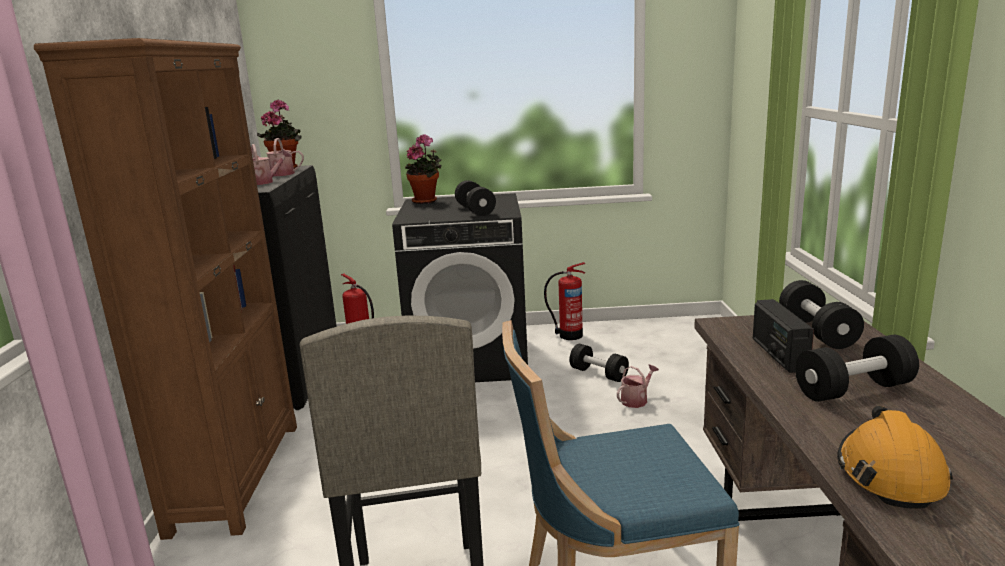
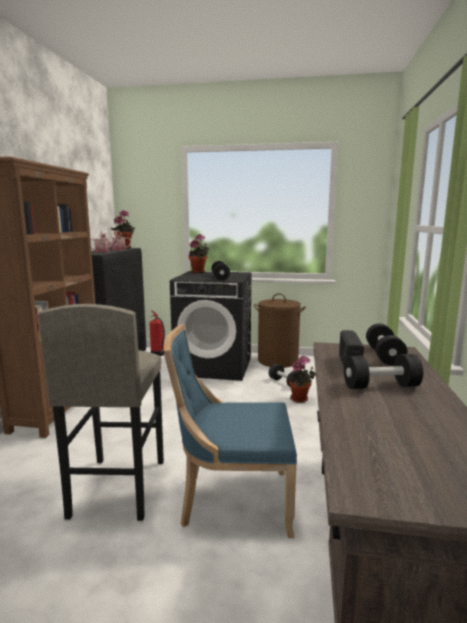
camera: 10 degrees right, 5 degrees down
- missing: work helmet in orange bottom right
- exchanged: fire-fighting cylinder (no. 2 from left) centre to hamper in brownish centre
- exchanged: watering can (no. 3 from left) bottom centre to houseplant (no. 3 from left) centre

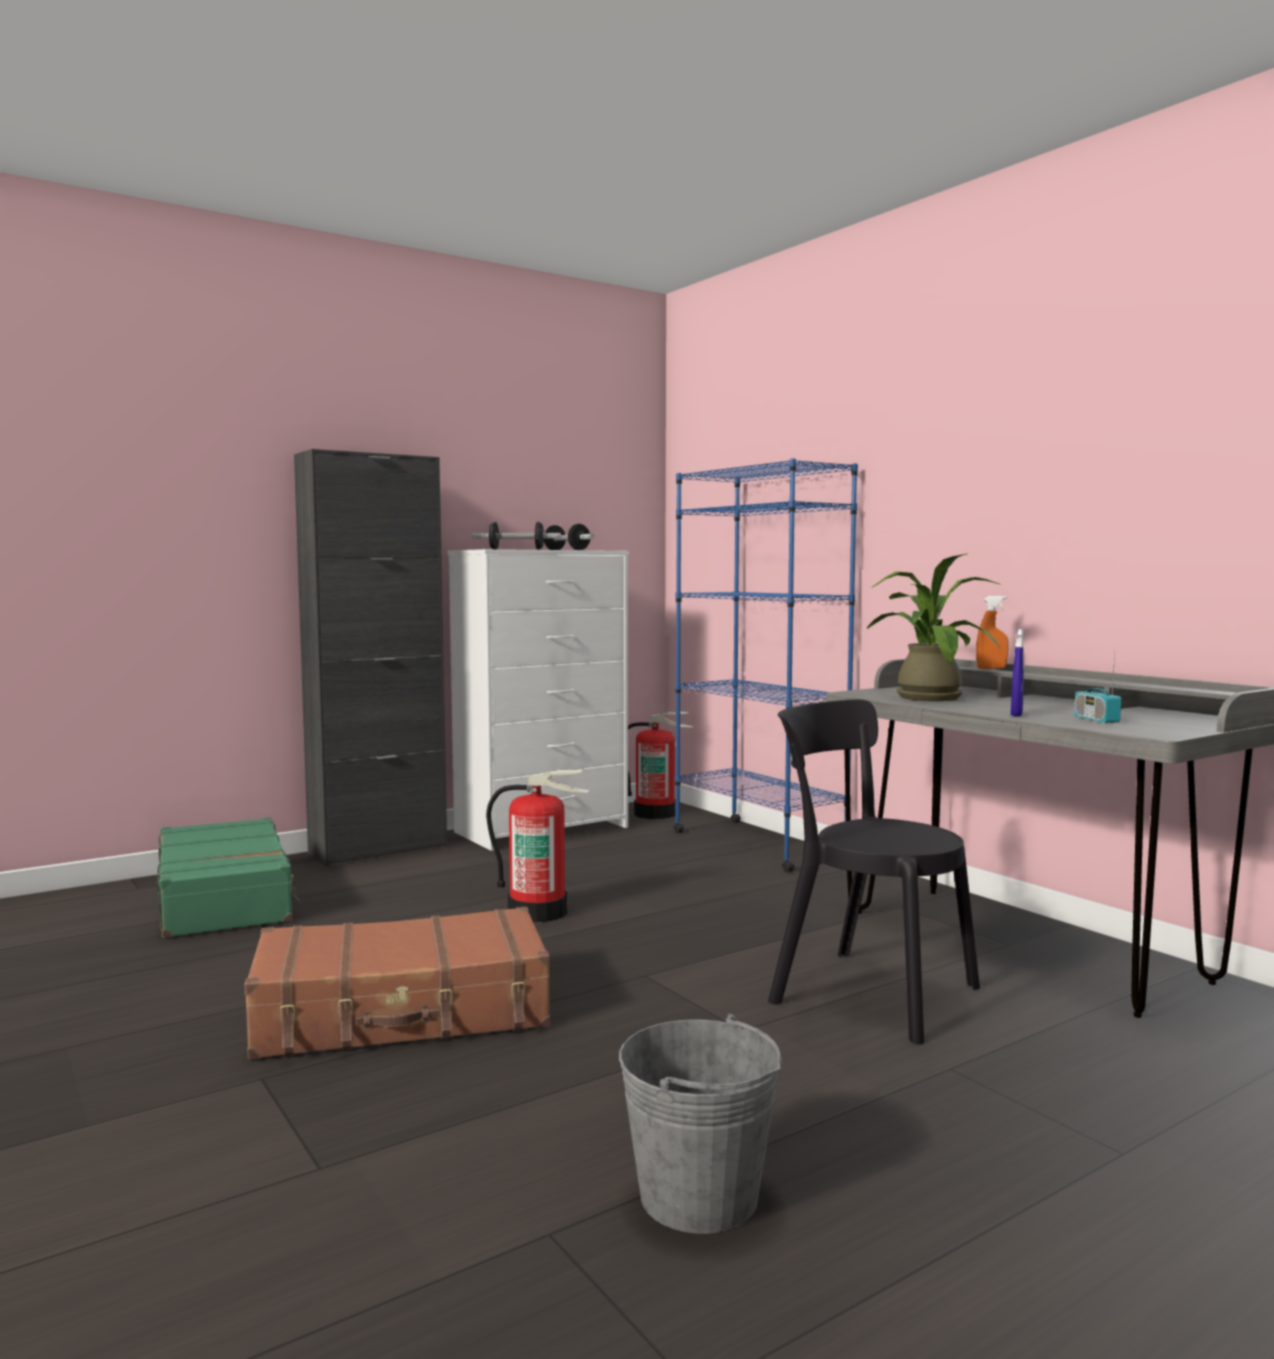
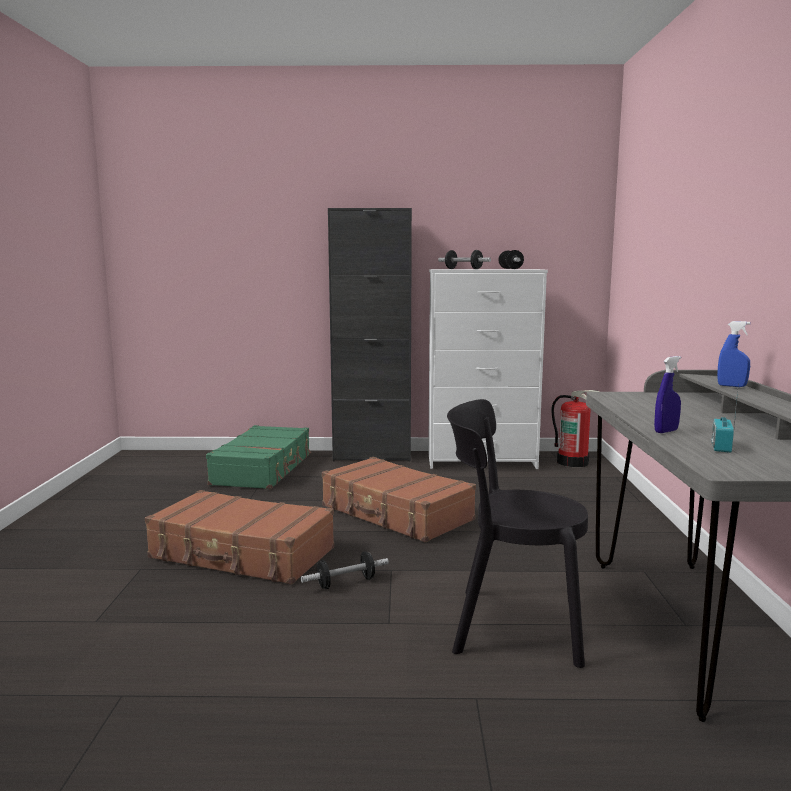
camera: 35 degrees right, 5 degrees up
- missing: water bucket in greyish bottom centre
- missing: shelving unit in blue centre
- missing: houseplant middle right
- appeared: dumbbell (no. 1 from left) bottom centre
- exchanged: fire-fighting cylinder (no. 1 from left) centre to travel case in brownish (no. 2 from left) centre
- colour: sprayer in orange middle right to sprayer in blue (no. 2 from left) middle right
- spun: chair in black-coloured middle right = bottom centre 60 degrees counterclockwise

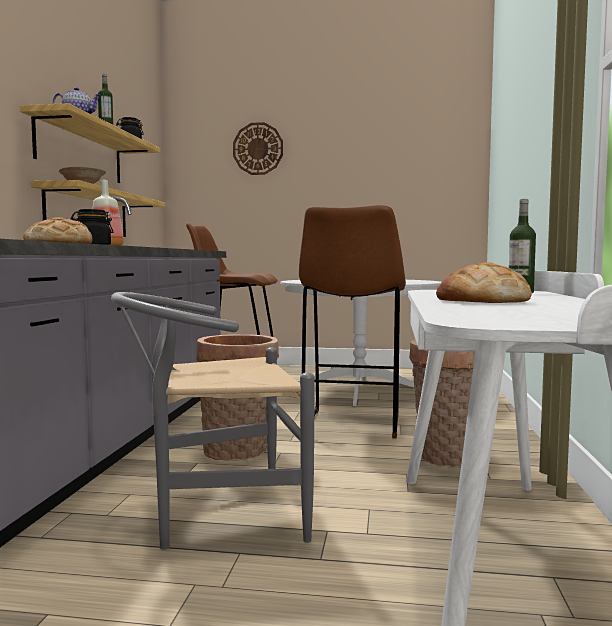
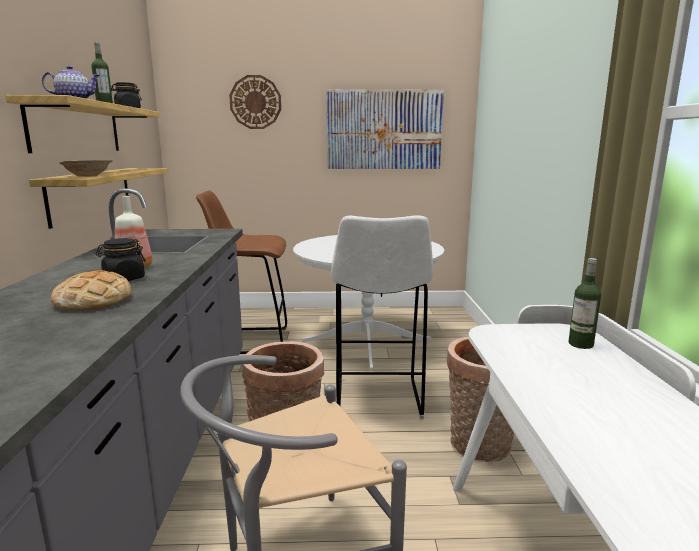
camera: 10 degrees left, 10 degrees up
- missing: bakery bread (no. 2 from left) middle right
- appeared: wall art top centre
- colour: sitting stool in brownish (no. 2 from left) centre to sitting stool in white-coloured centre

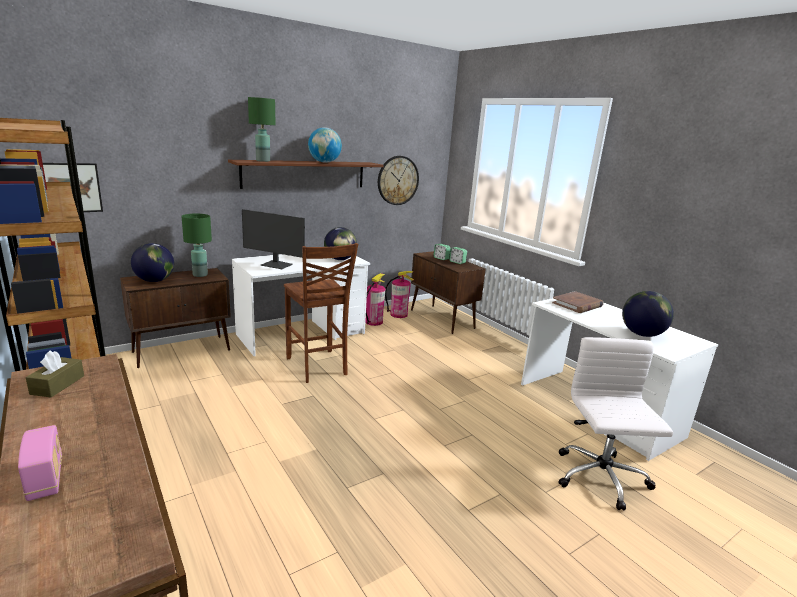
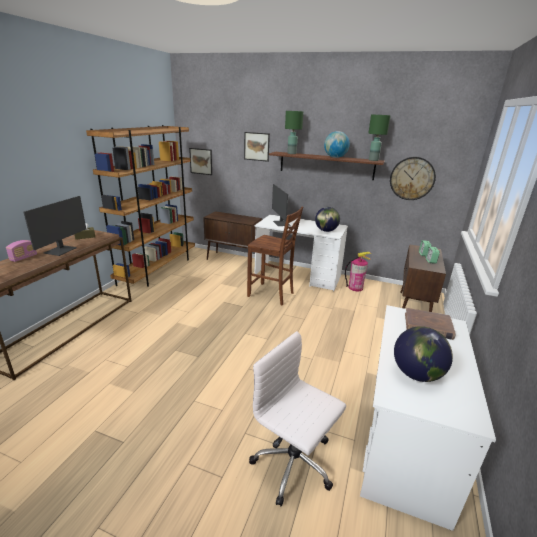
camera: 55 degrees right, 5 degrees up
- missing: globe (no. 1 from left) middle left
- missing: fire-fighting cylinder (no. 2 from left) centre
- appeared: monitor (no. 1 from left) middle left
- appeared: wall art (no. 2 from left) top centre
- relocated: lamp for a table in greenish (no. 1 from left in the first image) middle left to lamp for a table in greenish (no. 2 from left) top right
- spun: chair in brownish centre = centre 90 degrees counterclockwise
- spun: desk chair in white-coloured bottom right = bottom centre 105 degrees counterclockwise

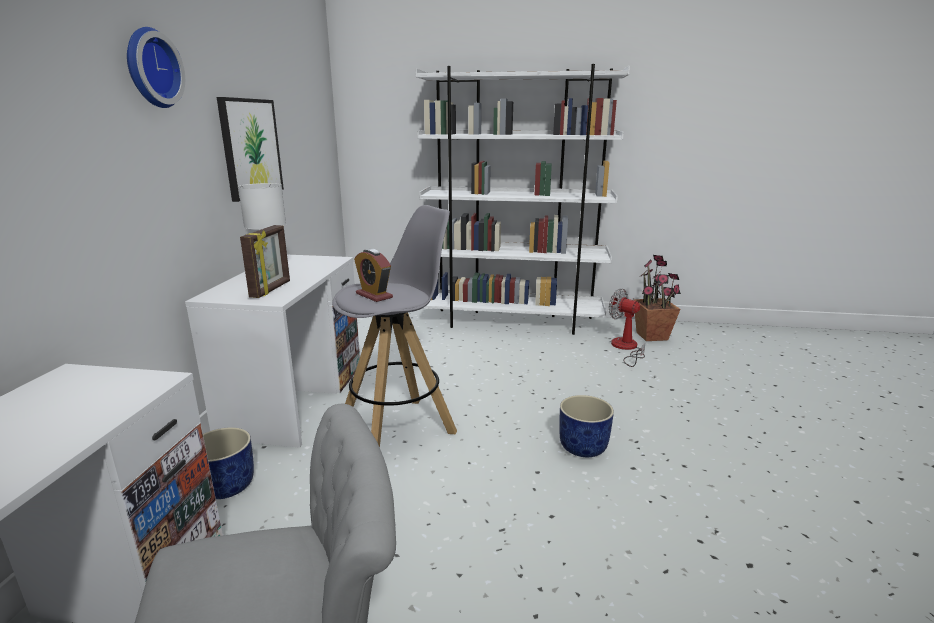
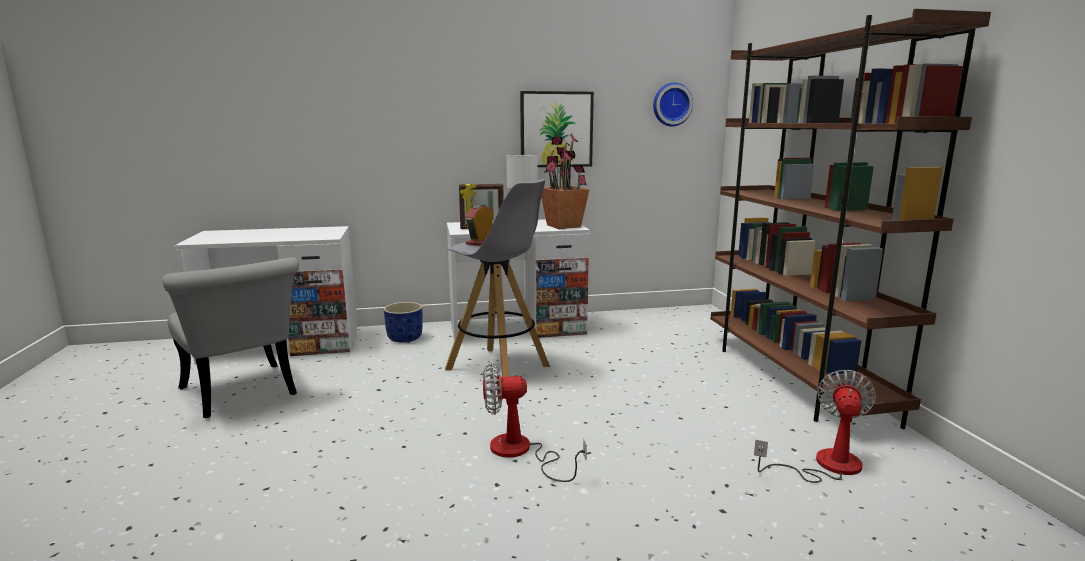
camera: 70 degrees right, 5 degrees down
- relocated: wall clock top left to top centre
- relocated: houseplant middle right to top centre
- exchanged: plant pot in blue (no. 2 from left) bottom centre to cooling fan (no. 1 from left) bottom centre
- colour: shelving unit in white-coloured top centre to shelving unit in brownish middle right

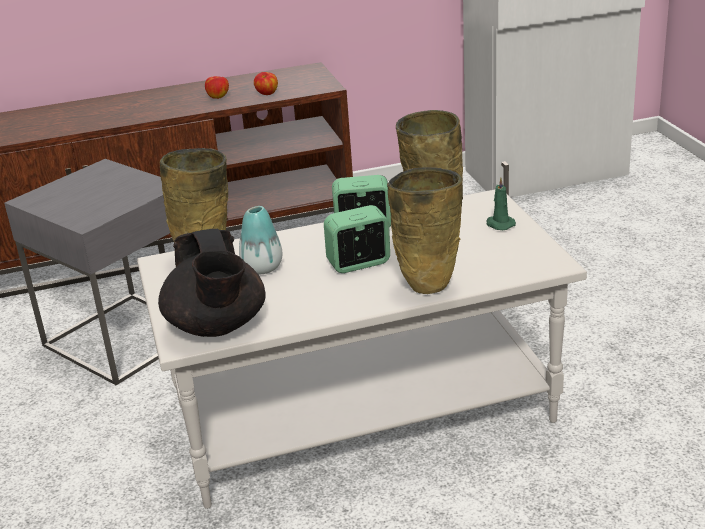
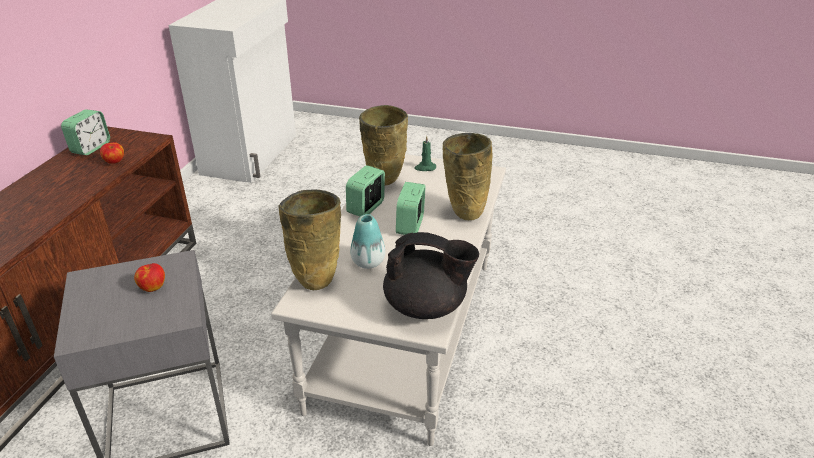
camera: 60 degrees left, 5 degrees up
- appeared: bedside clock (no. 1 from left) top left
- relocated: apple fruit (no. 1 from left in the first image) top left to apple fruit (no. 2 from left) middle left

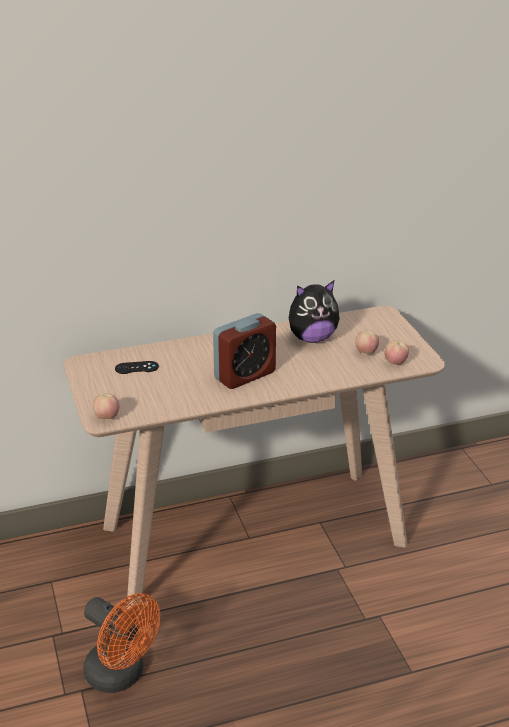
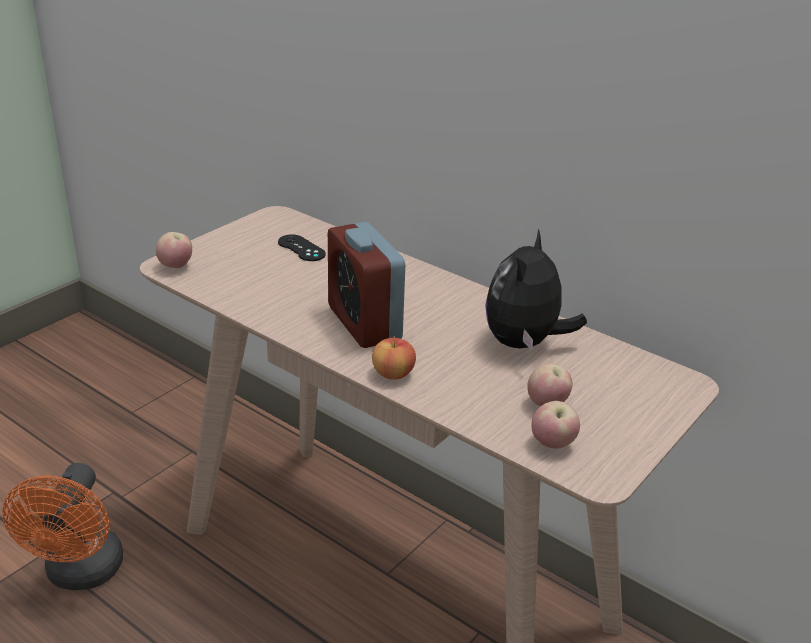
camera: 55 degrees right, 0 degrees up
- appeared: apple fruit (no. 2 from left) centre
- spun: bedside clock centre = centre 45 degrees clockwise
- spun: plush toy centre = centre 75 degrees clockwise

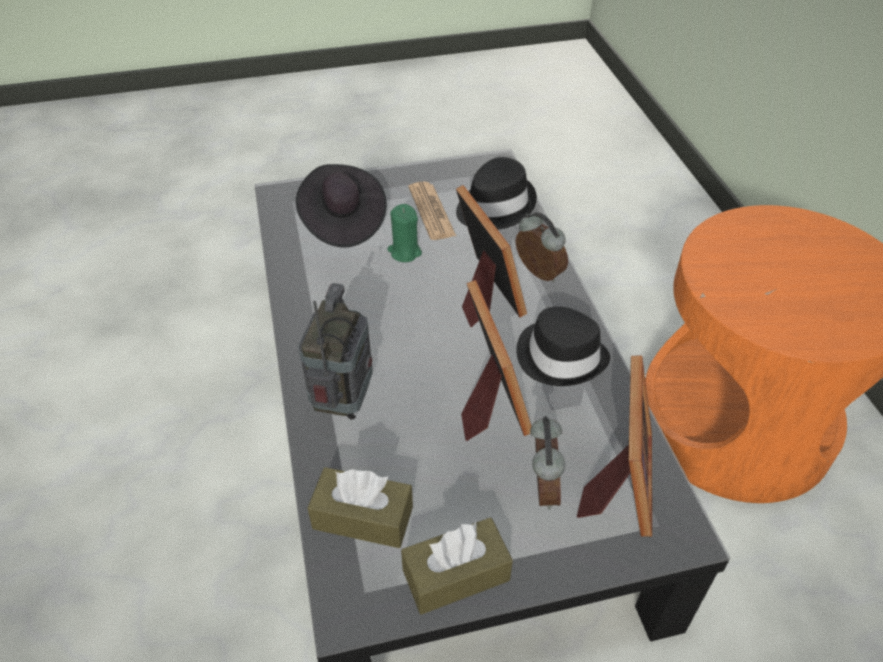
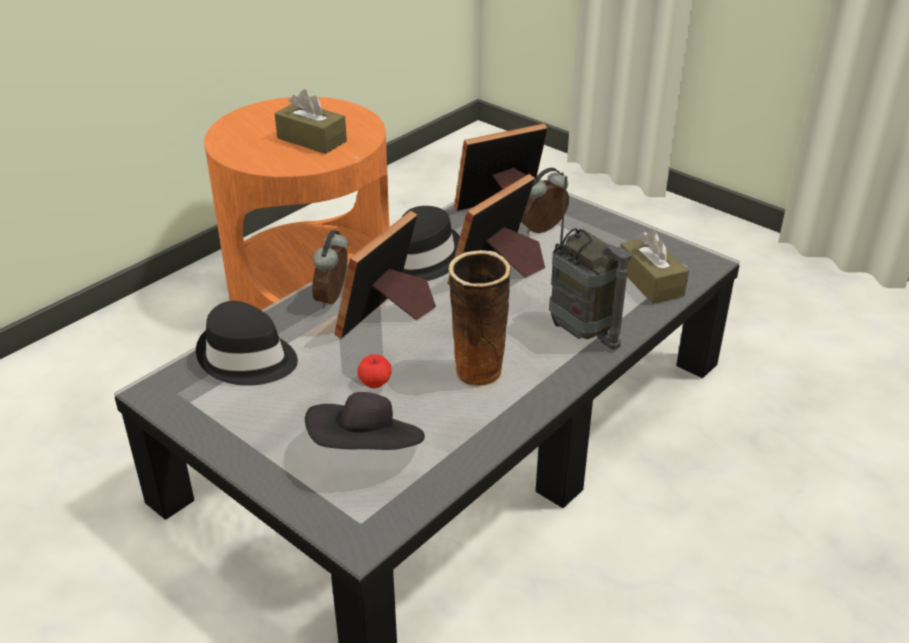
camera: 125 degrees left, 10 degrees down
- missing: daily paper top centre
- appeared: decorative vase centre
- relocated: tissue holder in brownish (no. 2 from left in the first image) bottom centre to tissue holder in brownish (no. 1 from left) top centre
- exchanged: candle in greenish centre to apple fruit centre
- spun: radio set centre = centre 105 degrees counterclockwise

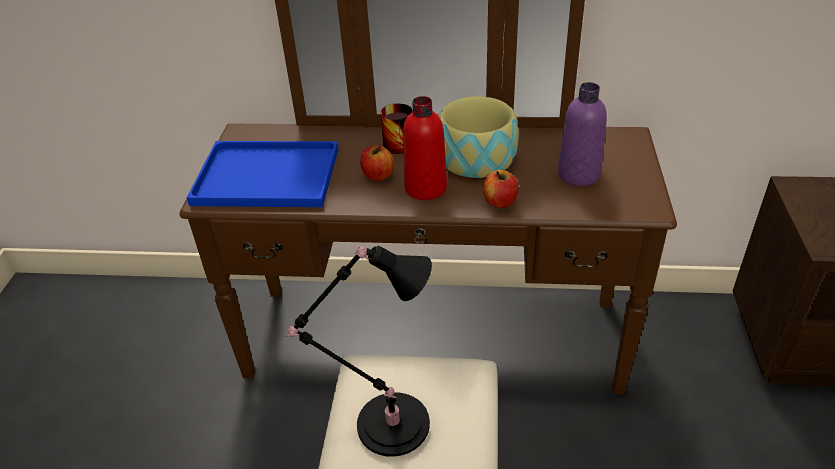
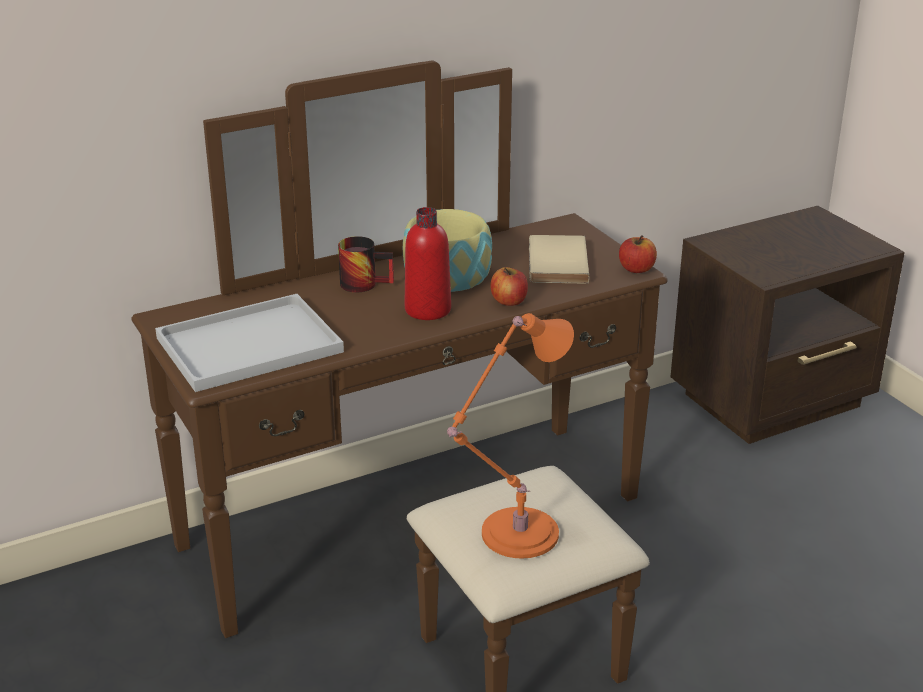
camera: 35 degrees left, 10 degrees down
- relocated: apple fruit (no. 1 from left in the first image) centre to apple fruit (no. 2 from left) middle right
- exchanged: beverage bottle in purple top right to book in sand-coloured centre
- colour: carrying tray in blue middle left to carrying tray in white-coloured middle left
- colour: lamp for a table in black-coloured bottom centre to lamp for a table in orange centre

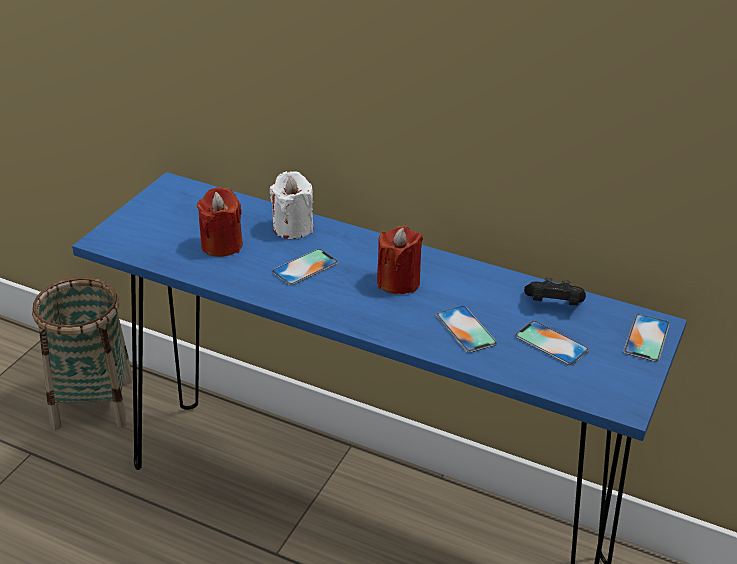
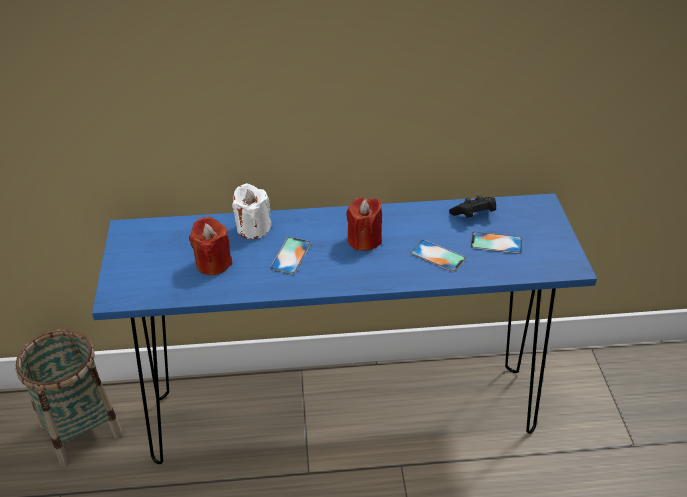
camera: 30 degrees left, 5 degrees up
- missing: handset (no. 4 from left) middle right

